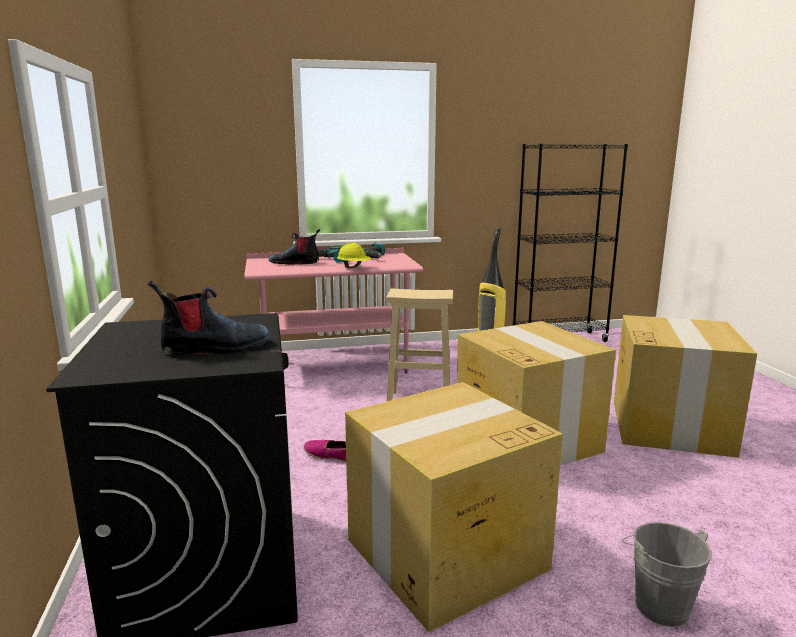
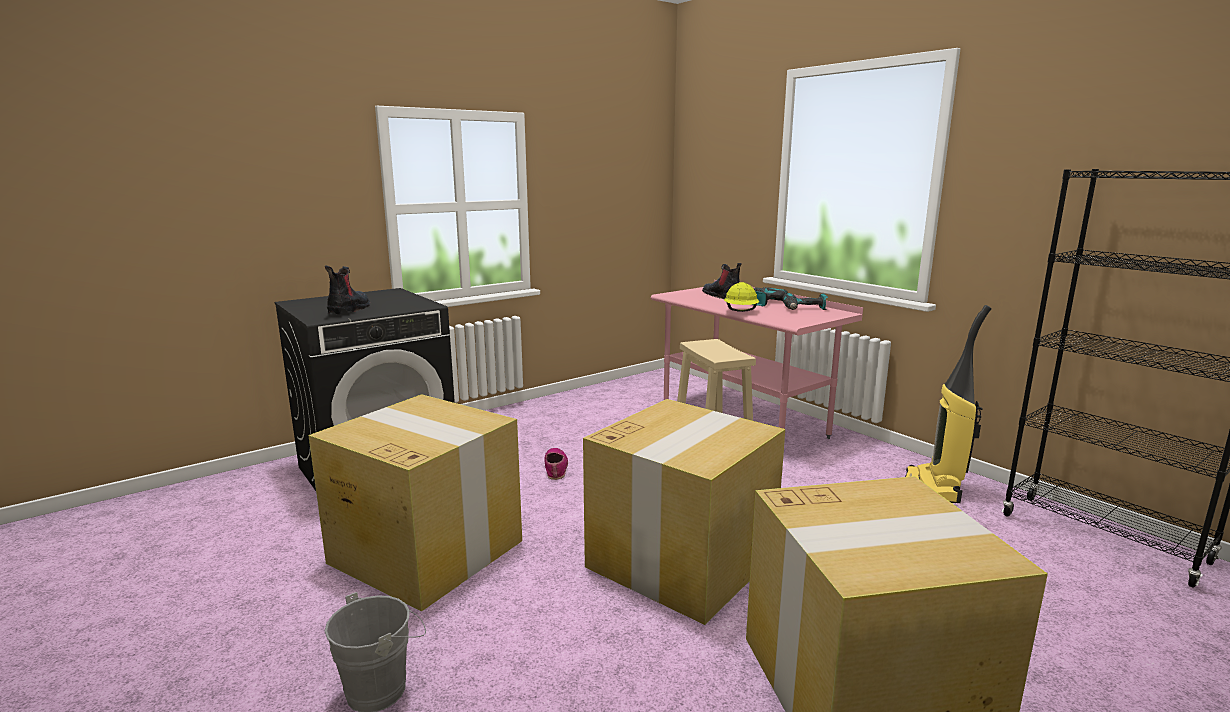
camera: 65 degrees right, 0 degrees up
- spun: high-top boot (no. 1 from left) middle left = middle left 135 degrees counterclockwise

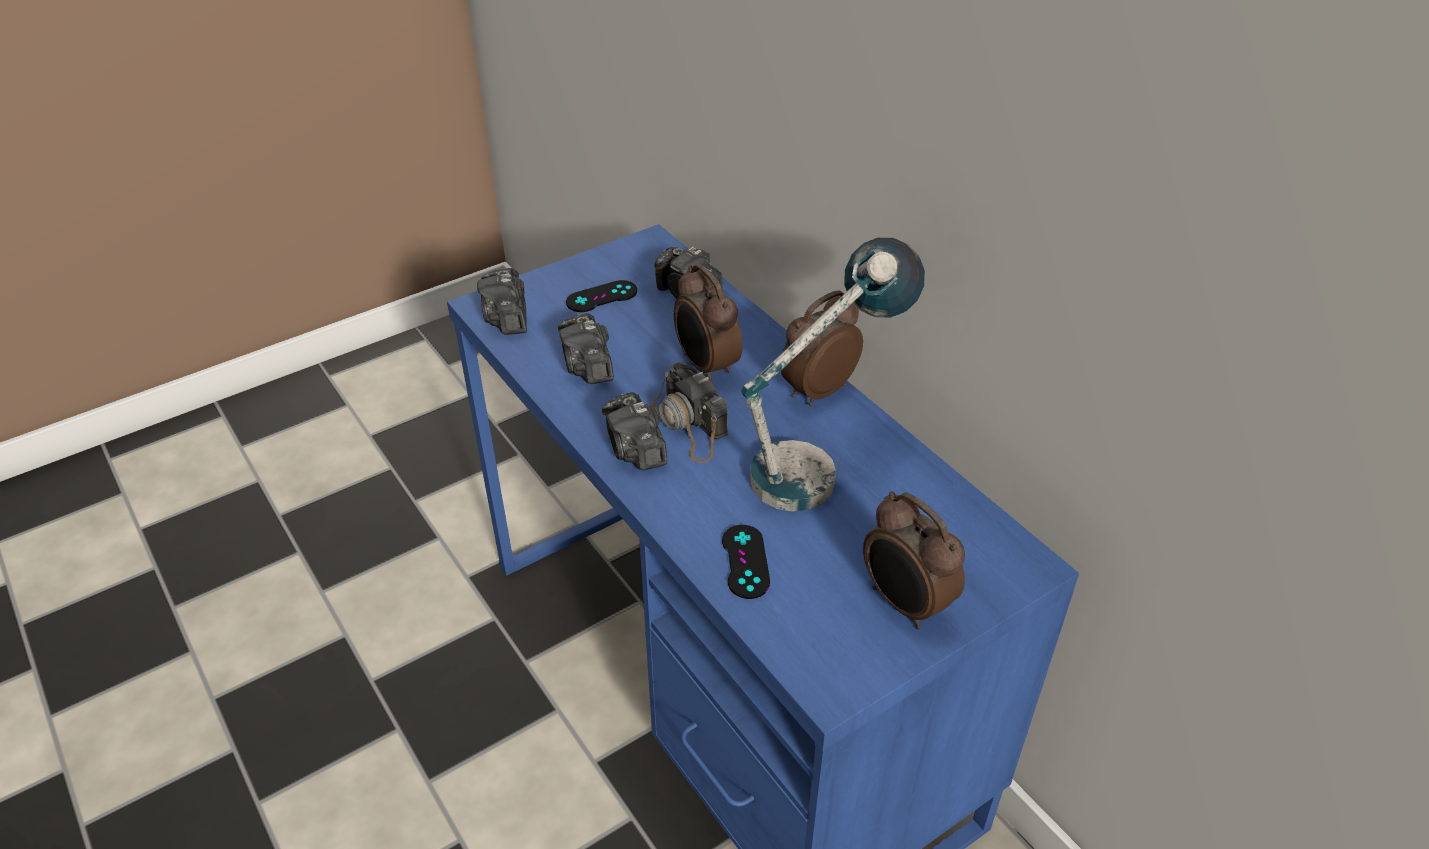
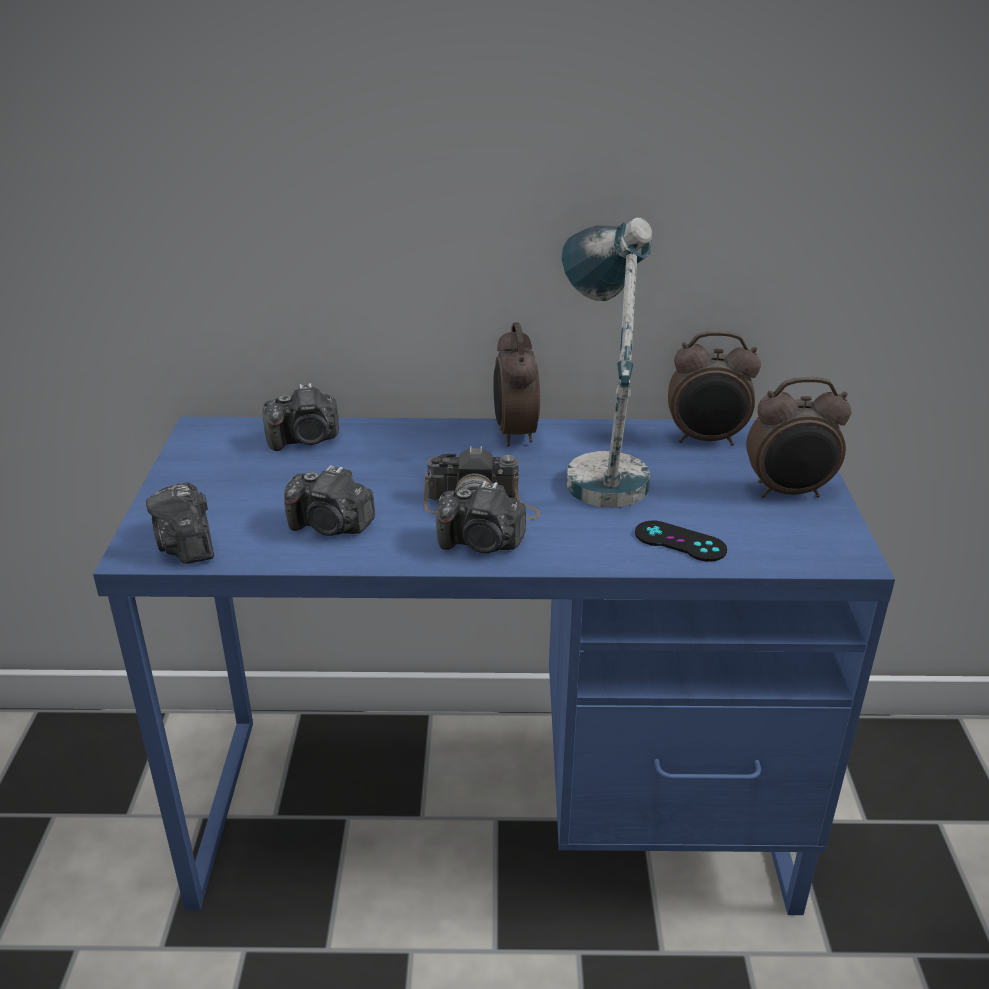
camera: 55 degrees left, 10 degrees down
- missing: gamepad in black-coloured (no. 1 from left) centre
- relocated: bedside clock (no. 1 from left in the first image) centre to bedside clock (no. 2 from left) middle right
- spun: still camera (no. 1 from left) centre = middle left 45 degrees clockwise

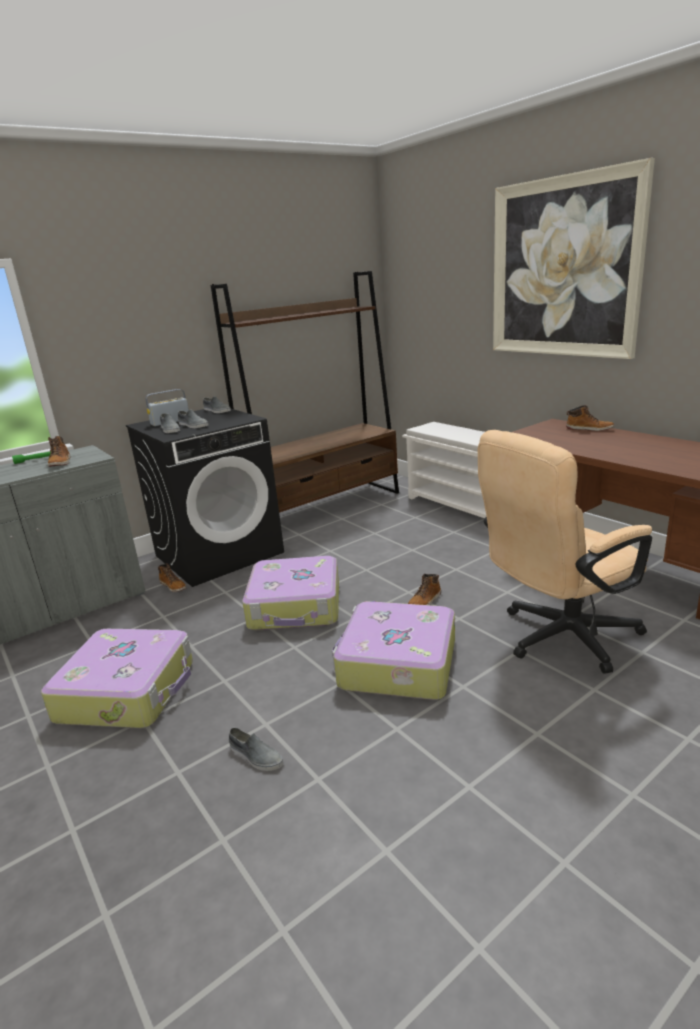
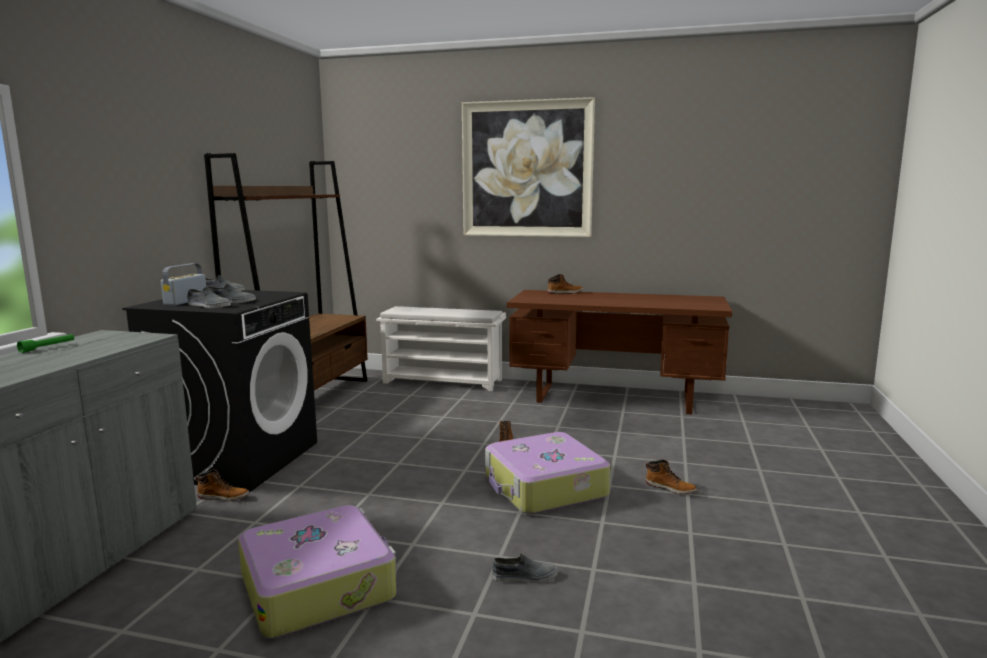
camera: 40 degrees left, 10 degrees down
- missing: travel case (no. 2 from left) centre
- missing: desk chair in sand-coloured middle right
- relocated: high-top boot (no. 1 from left in the first image) middle left to high-top boot (no. 4 from left) bottom right

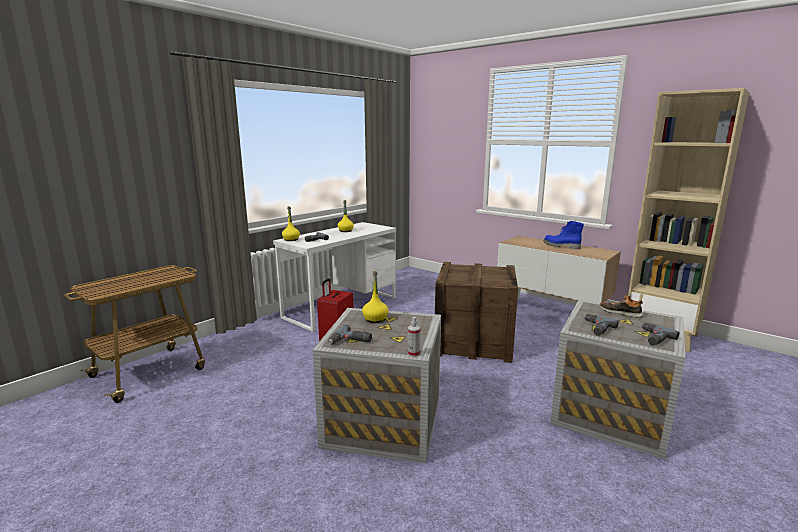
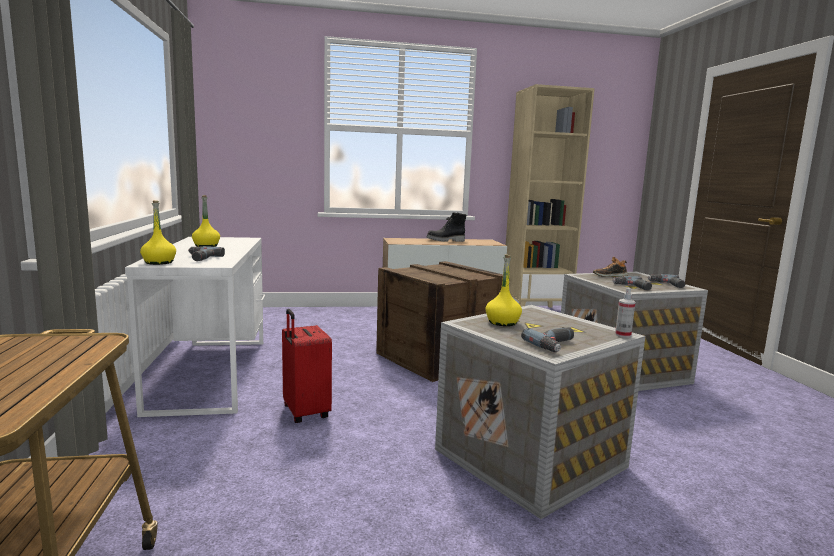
camera: 50 degrees left, 5 degrees down
- colour: high-top boot in blue middle right to high-top boot in black-coloured centre

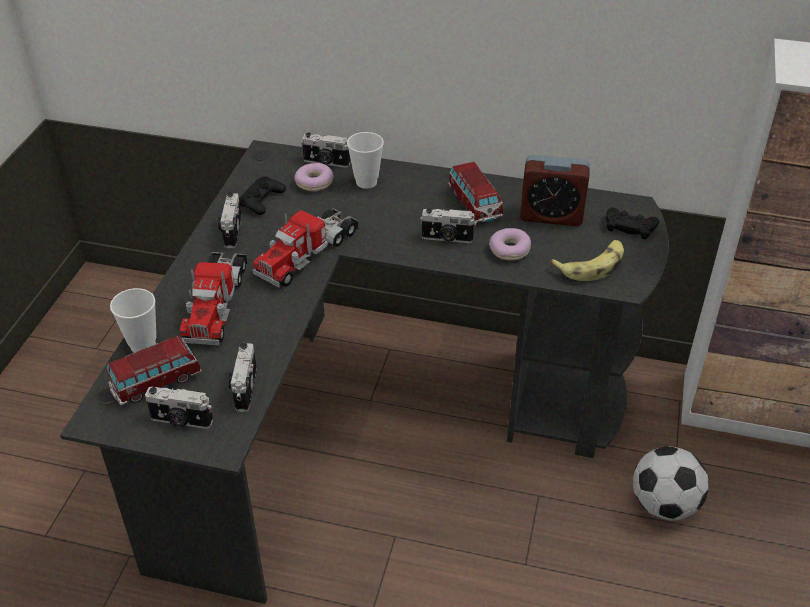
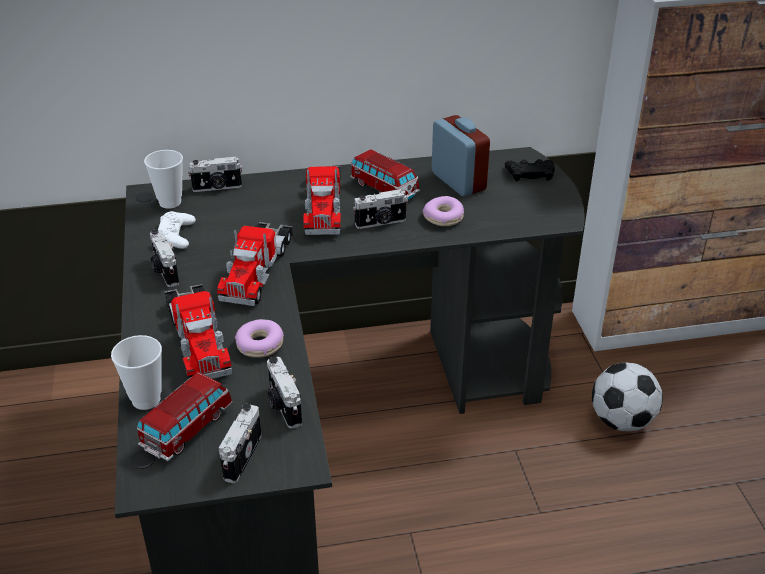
camera: 25 degrees left, 5 degrees down
- missing: banana middle right
- appeared: model truck (no. 3 from left) centre
- relocated: donut (no. 1 from left) top centre to centre
- relocated: small cup (no. 2 from left) top centre to top left
- colour: gamepad in black-coloured (no. 1 from left) top left to gamepad in white-coloured middle left
- spun: still camera (no. 1 from left in the first image) bottom left = bottom left 120 degrees clockwise
- spun: bedside clock top right = top centre 105 degrees counterclockwise

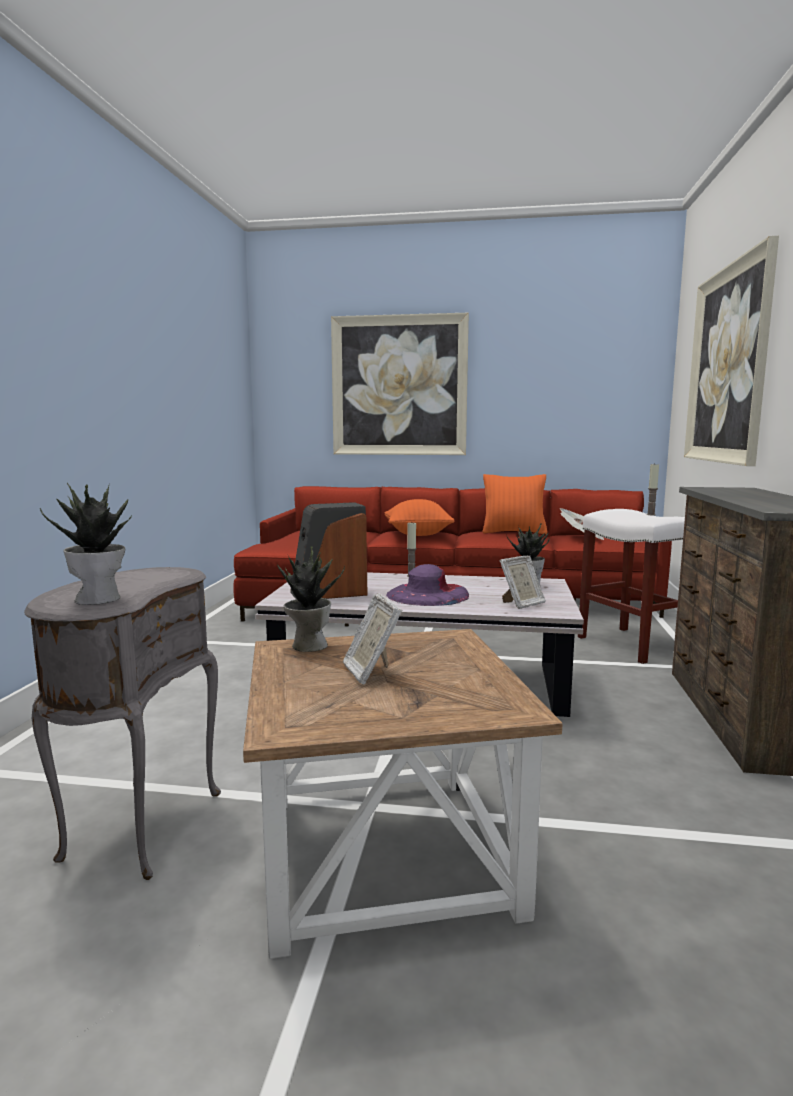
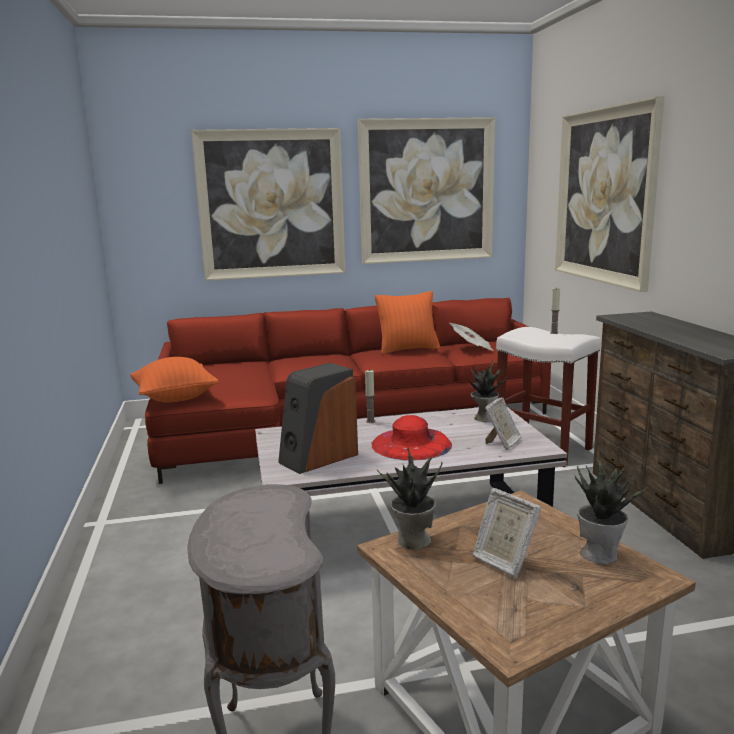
camera: 20 degrees left, 5 degrees up
- appeared: wall art (no. 2 from left) top centre
- relocated: houseplant (no. 1 from left in the first image) middle left to houseplant (no. 3 from left) bottom right
- relocated: throw pillow in orange (no. 1 from left) centre to middle left
- colour: clothing hat in purple centre to clothing hat in red-coloured centre

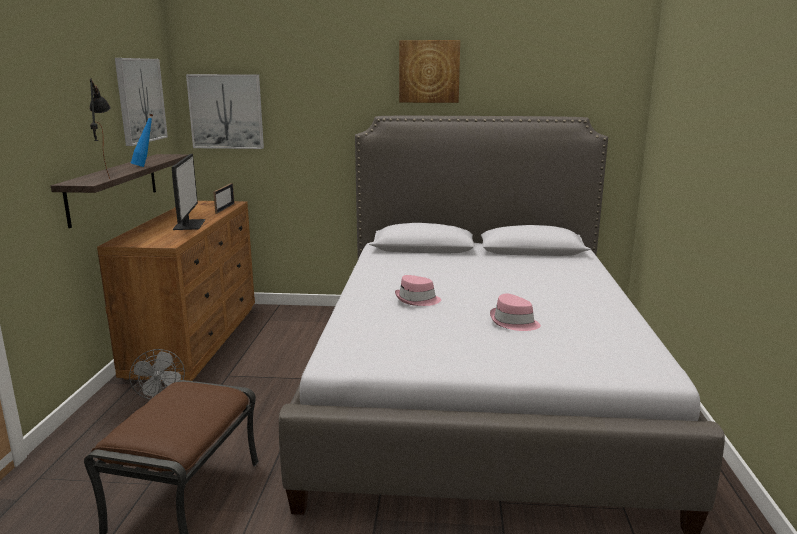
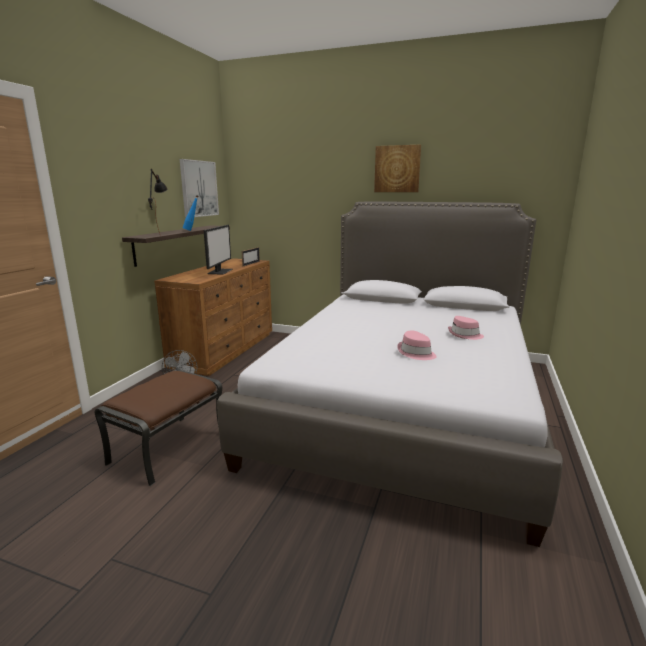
camera: 15 degrees right, 0 degrees up
- missing: wall art (no. 2 from left) top left
- relocated: clothing hat in pink (no. 1 from left in the first image) centre to clothing hat in pink (no. 2 from left) middle right

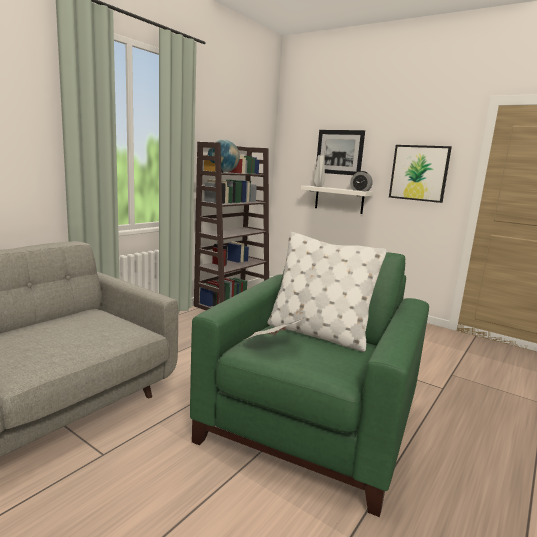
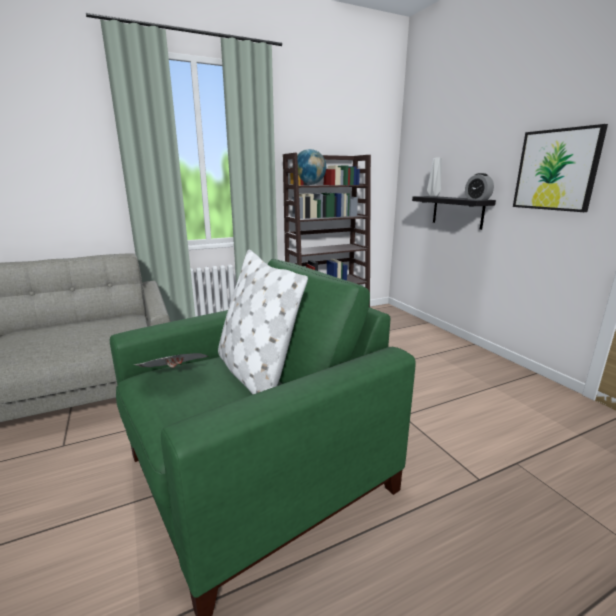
camera: 30 degrees right, 5 degrees up
- missing: wall art (no. 1 from left) top centre
- colour: bracket shelf in white-coloured centre to bracket shelf in black-coloured middle right

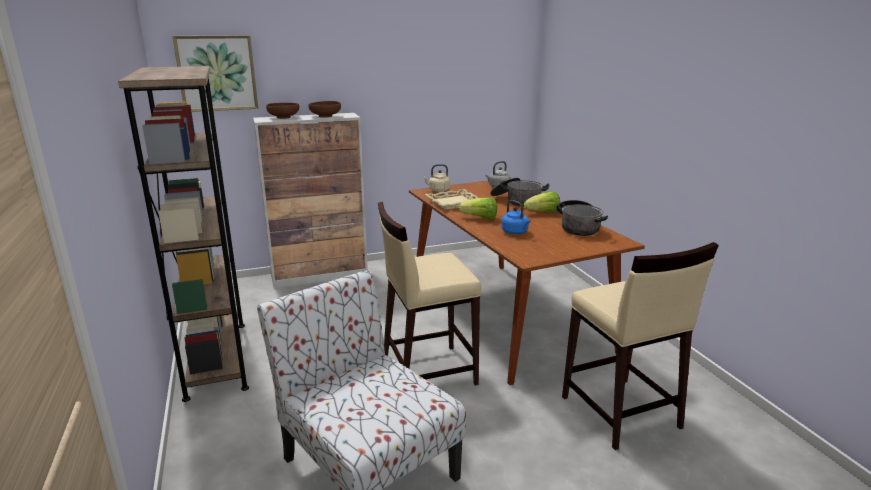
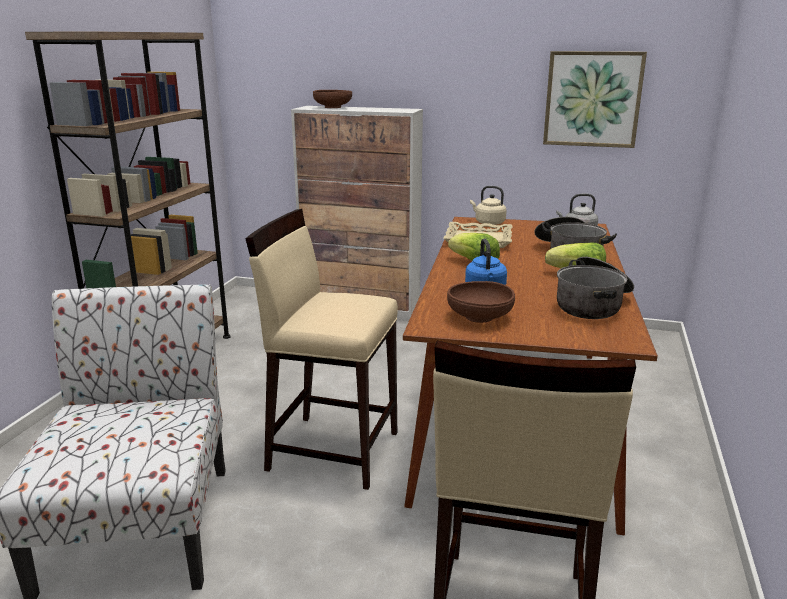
camera: 35 degrees right, 0 degrees up
- relocated: wall art top left to top right
- relocated: deep dish in brownish (no. 2 from left) top centre to centre

